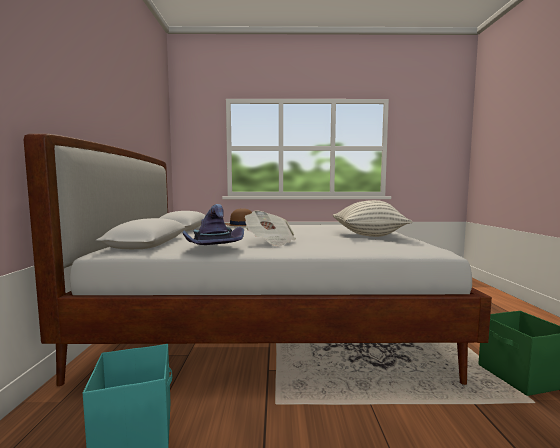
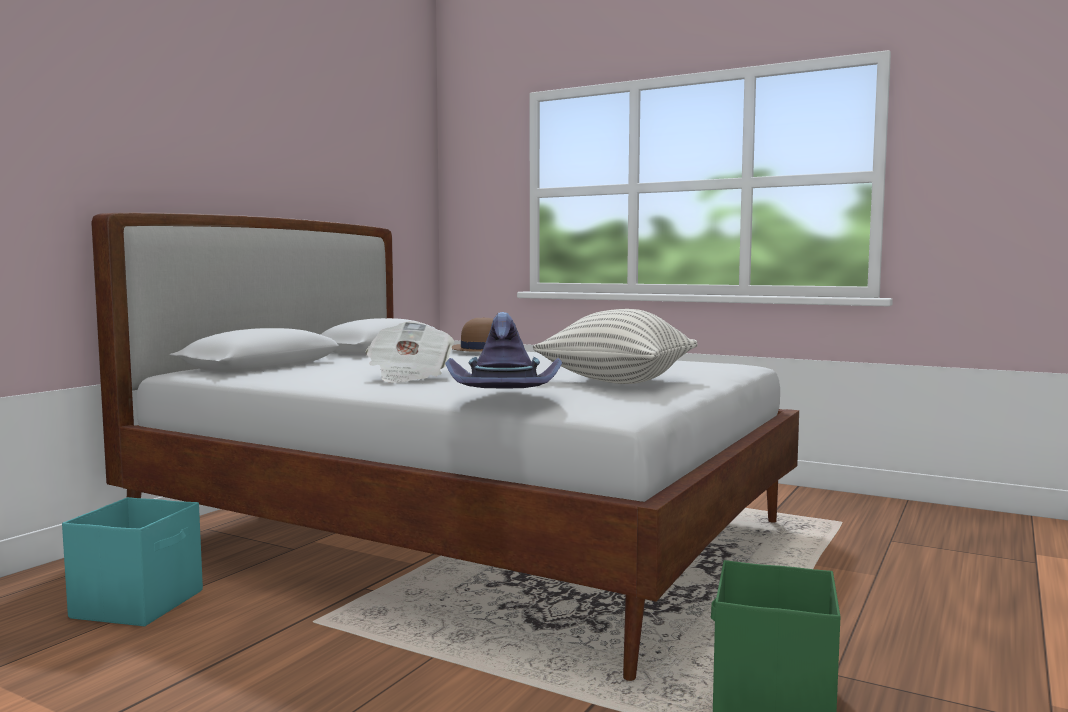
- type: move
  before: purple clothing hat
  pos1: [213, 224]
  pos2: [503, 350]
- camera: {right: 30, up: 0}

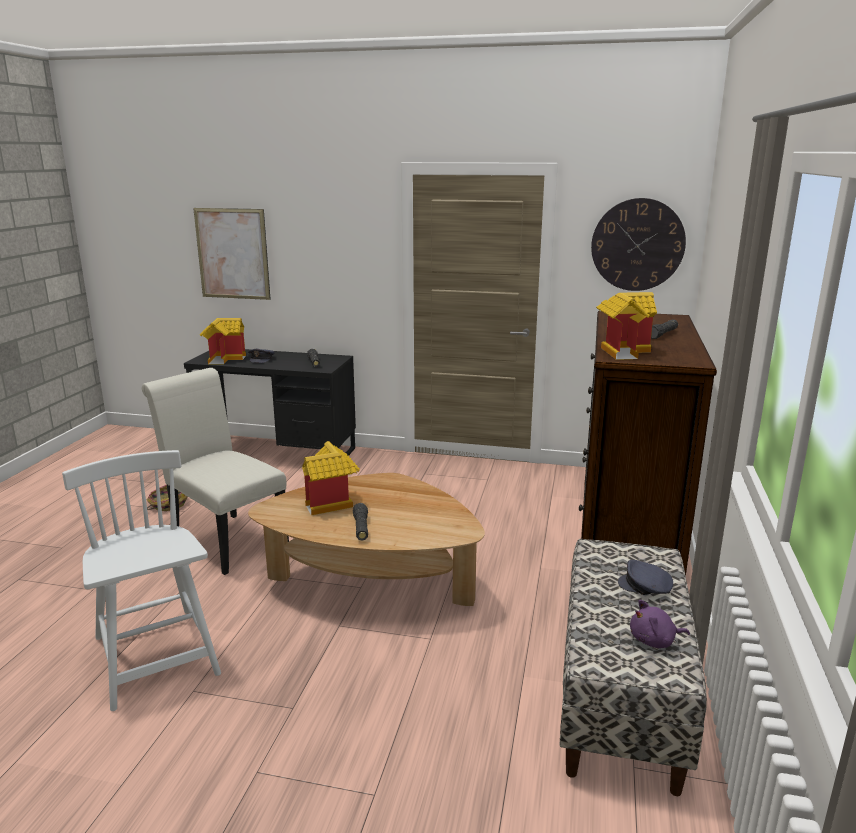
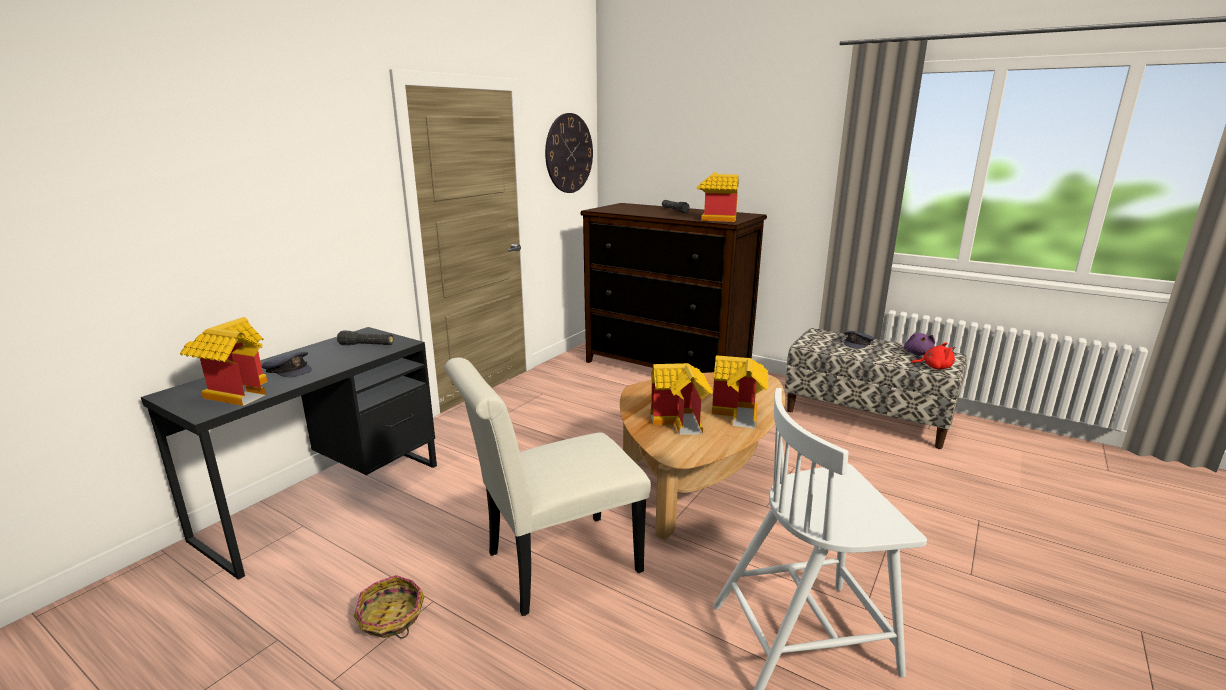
- type: delete
  before: wall picture
  pos1: [232, 254]
- type: replace
  before: blackish flashlight
  after: toy house
  pos1: [360, 521]
  pos2: [740, 391]
- type: insert
  after: reddish cuddly toy
  pos2: [933, 355]
- camera: {right: -70, up: 0}

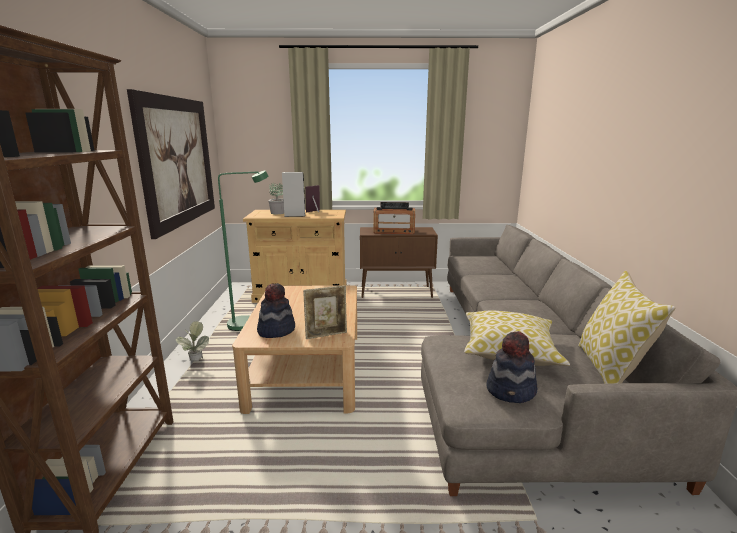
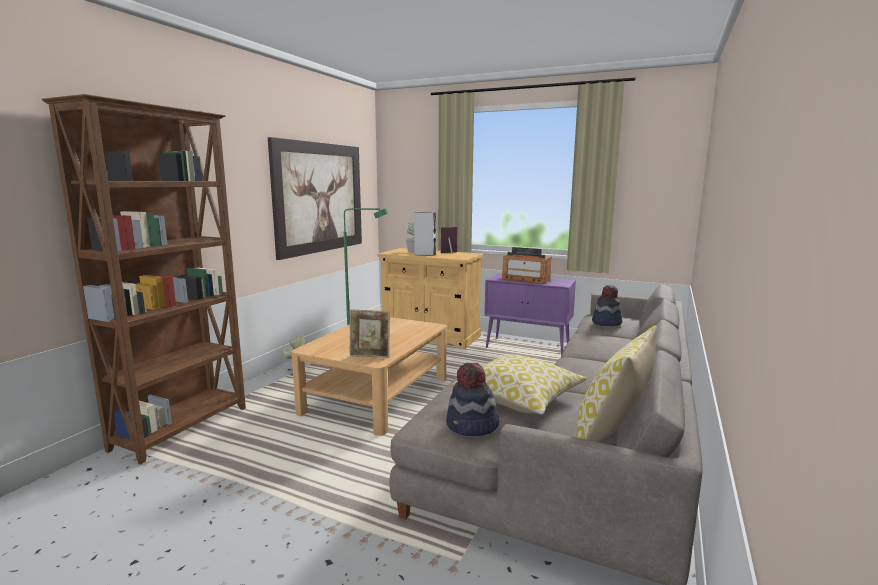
- type: move
  before: clothing hat
  pos1: [276, 310]
  pos2: [607, 305]
- type: recolor
  before: brown-coloured cabinet
  after: purple cabinet
  pos1: [399, 262]
  pos2: [530, 314]
- camera: {right: 25, up: -5}

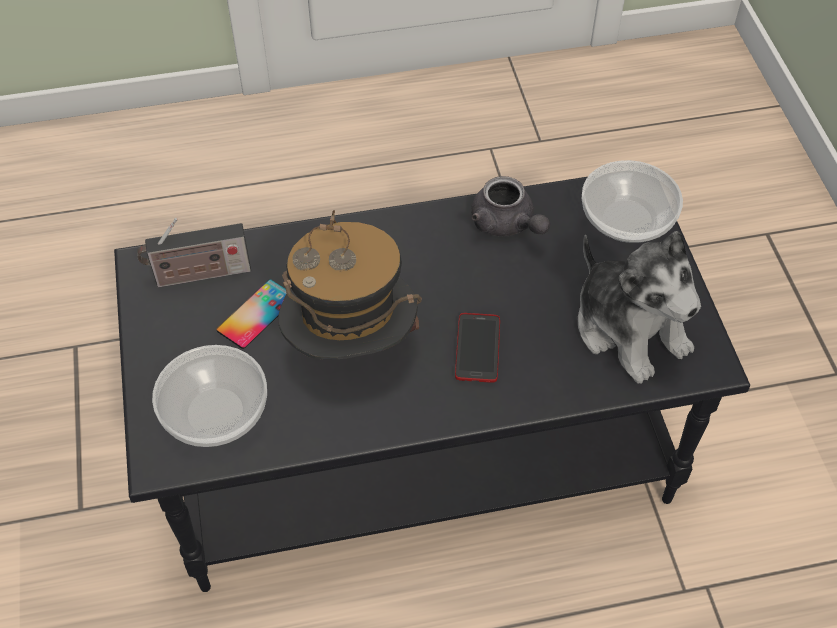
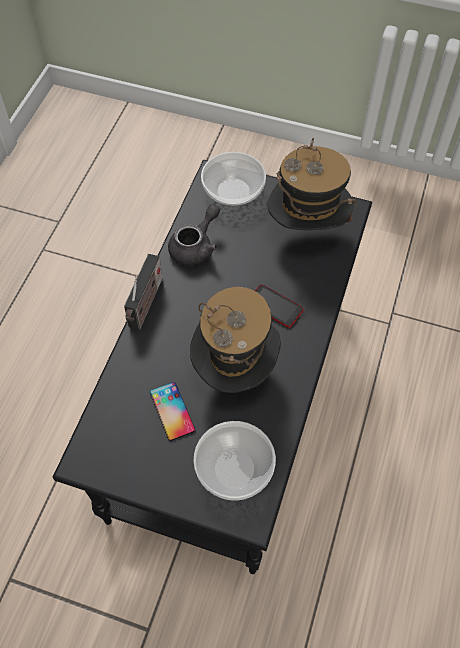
- type: move
  before: radio set
  pos1: [194, 253]
  pos2: [143, 292]
- type: rotate
  before: greyish tea pot
  pos1: [510, 206]
  pos2: [194, 235]
  turn: -45
- type: replace
  before: cuddly toy
  after: clothing hat
  pos1: [639, 307]
  pos2: [312, 184]
- camera: {right: -60, up: 5}

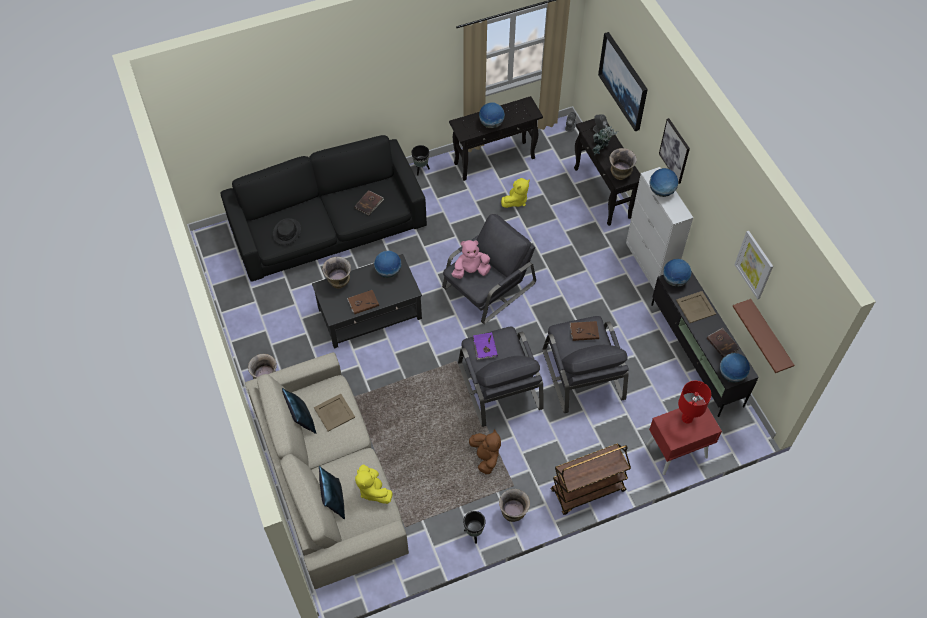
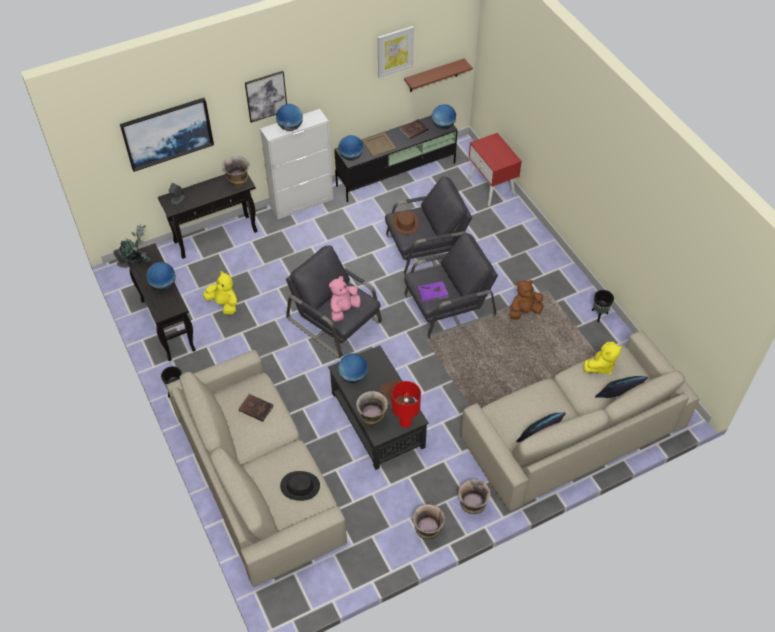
- type: recolor
  before: blackish settee
  after: beige settee
  pos1: [324, 208]
  pos2: [256, 468]
- type: delete
  before: beige serving tray
  pos1: [334, 413]
- type: rotate
  before: pink-coloured cuddly toy
  pos1: [471, 259]
  pos2: [345, 299]
  turn: 60
- type: move
  before: flower vase
  pos1: [514, 505]
  pos2: [429, 521]
- type: delete
  before: brown-coloured trolley
  pos1: [591, 479]
- type: replace
  before: brown-coloured volume
  after: brown-coloured clothing hat
  pos1: [584, 331]
  pos2: [405, 223]
- type: move
  before: houseplant
  pos1: [606, 140]
  pos2: [135, 244]
- type: move
  before: reddish table lamp
  pos1: [694, 402]
  pos2: [406, 404]
- camera: {right: -95, up: -5}

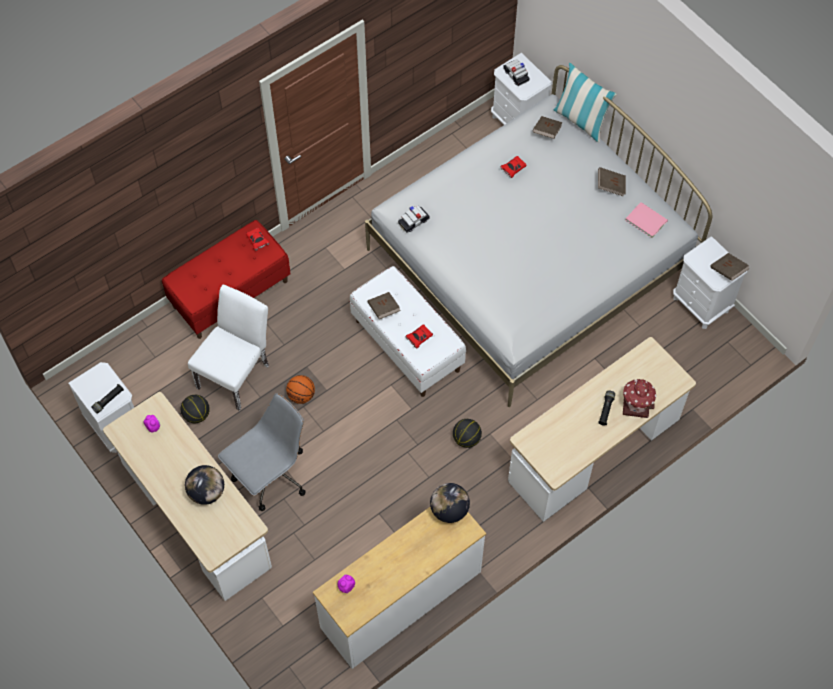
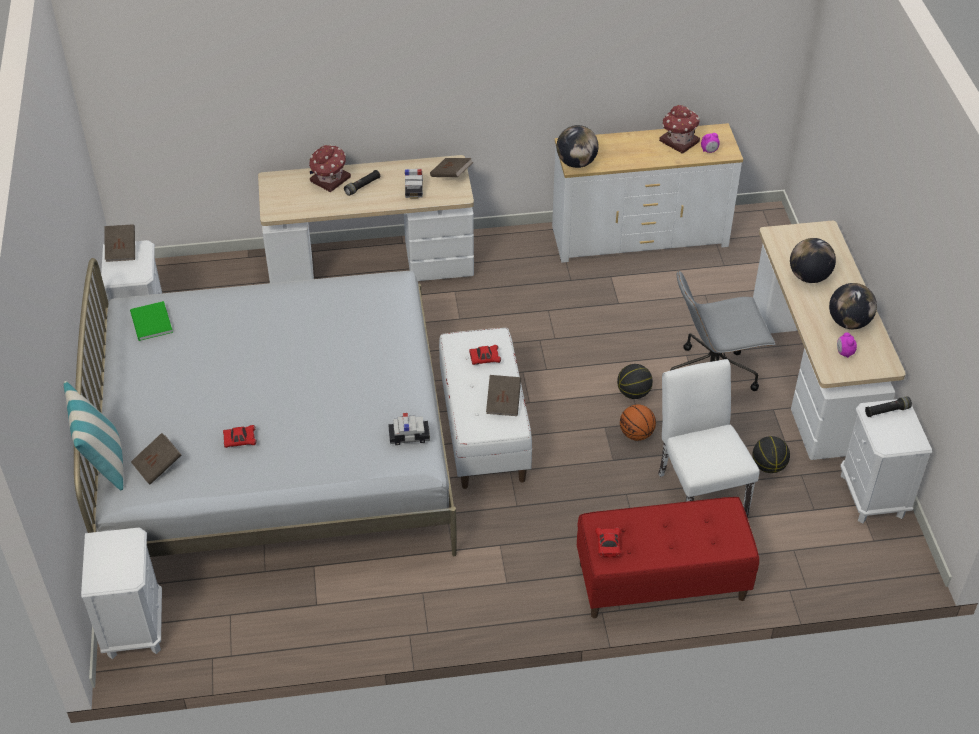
- type: rotate
  before: whitish chair
  pos1: [228, 348]
  pos2: [709, 438]
  turn: 105
- type: move
  before: ball for basketball
  pos1: [467, 433]
  pos2: [635, 381]
- type: move
  before: model car
  pos1: [516, 72]
  pos2: [414, 184]
- type: move
  before: brown-coloured volume
  pos1: [612, 181]
  pos2: [451, 167]
- type: recolor
  before: pink-coloured volume
  after: green-coloured volume
  pos1: [646, 220]
  pos2: [151, 321]
- type: insert
  after: toy house
  pos2: [679, 129]
- type: insert
  after: world globe
  pos2: [853, 306]
- camera: {right: -150, up: -15}

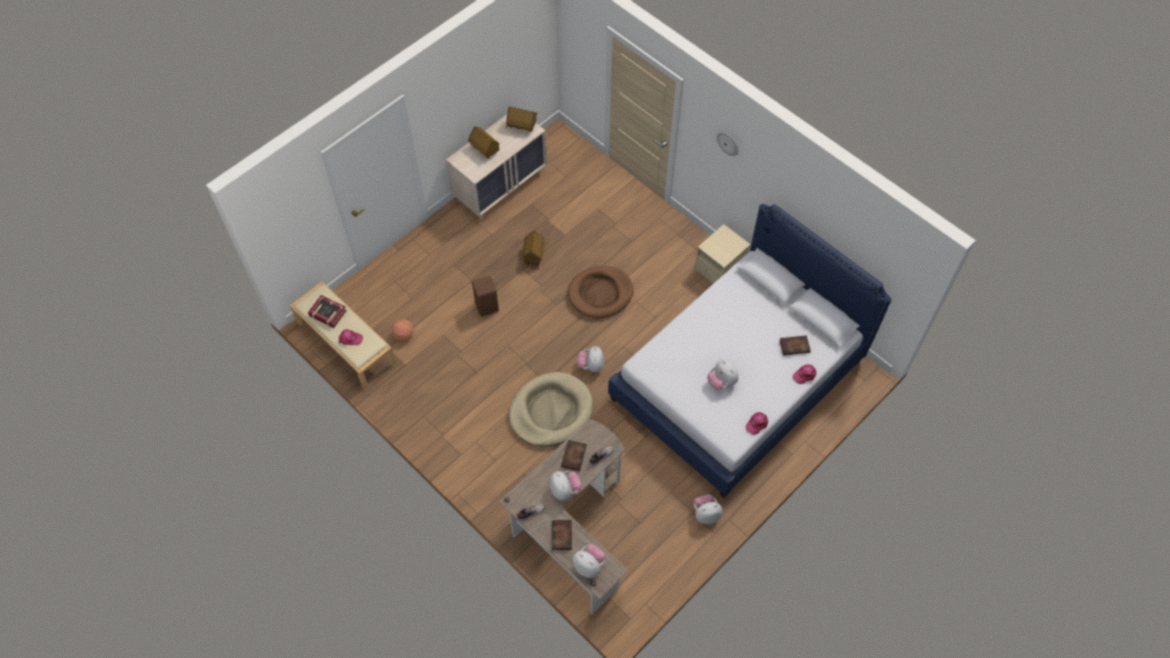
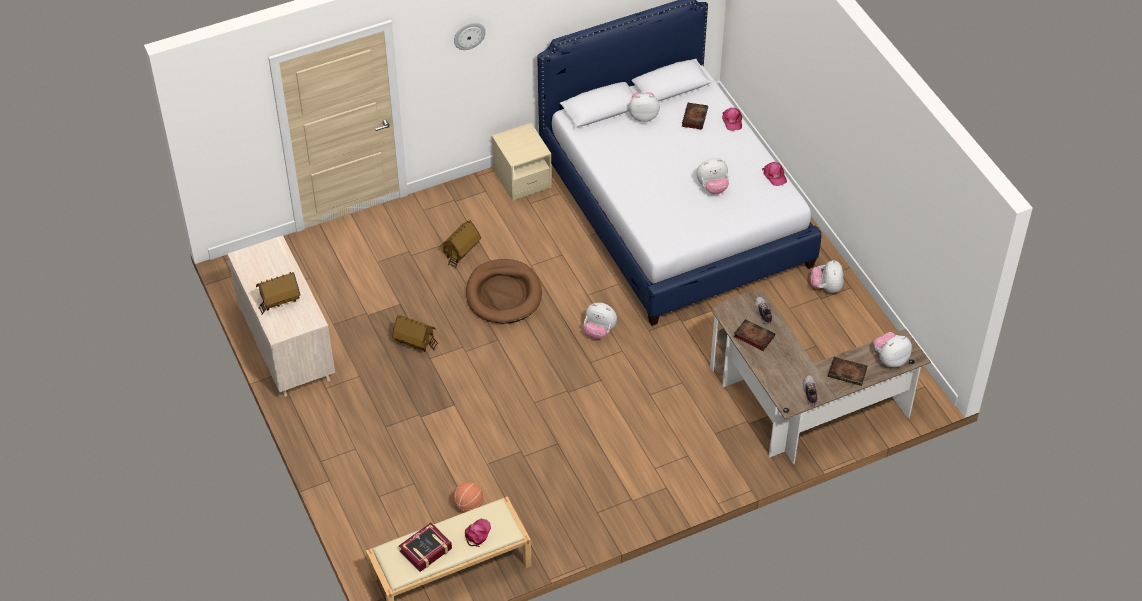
- type: delete
  before: brown-coloured stool seat
  pos1: [485, 296]
- type: move
  before: toy house
  pos1: [522, 119]
  pos2: [460, 244]
- type: delete
  before: beige dog bed
  pos1: [551, 409]
- type: move
  before: cuddly toy
  pos1: [566, 485]
  pos2: [644, 107]
- camera: {right: -70, up: -10}

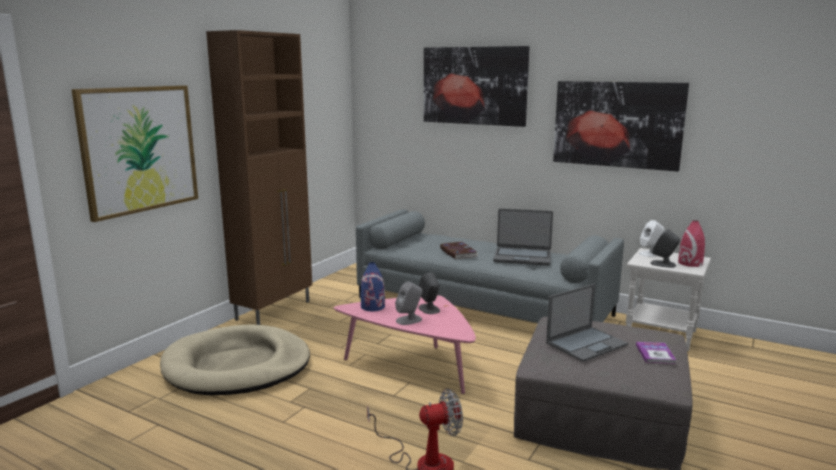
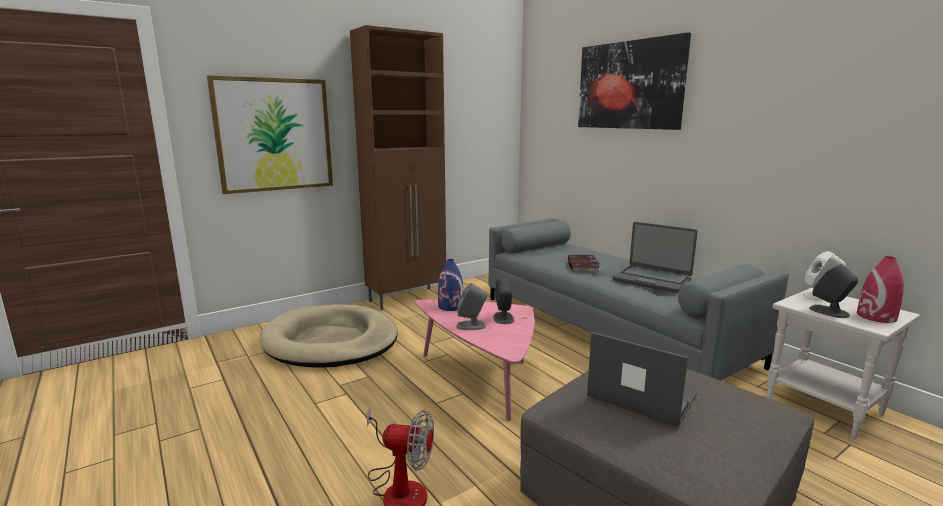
- type: rotate
  before: portable computer
  pos1: [587, 323]
  pos2: [642, 379]
  turn: -135
- type: delete
  before: wall picture
  pos1: [621, 126]
- type: delete
  before: volume
  pos1: [656, 353]
- camera: {right: 25, up: 0}

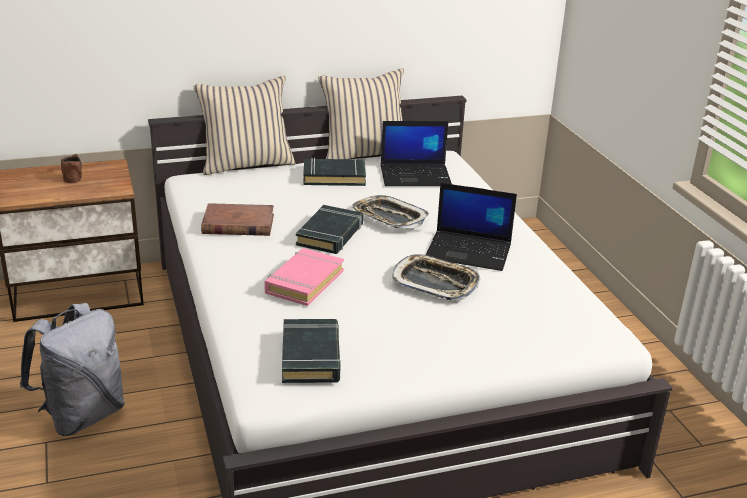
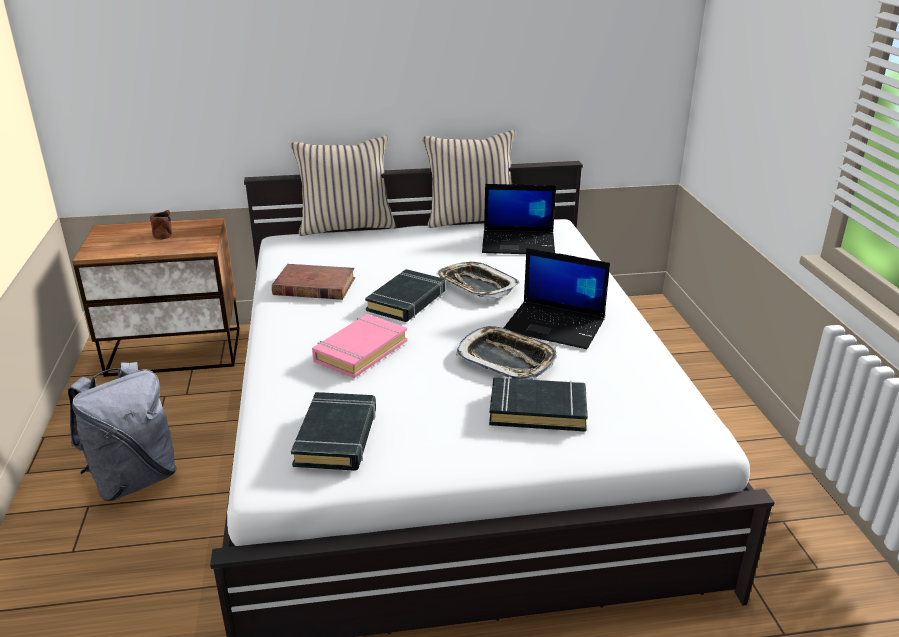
- type: move
  before: blackish volume
  pos1: [334, 172]
  pos2: [538, 404]
- camera: {right: 10, up: 0}

